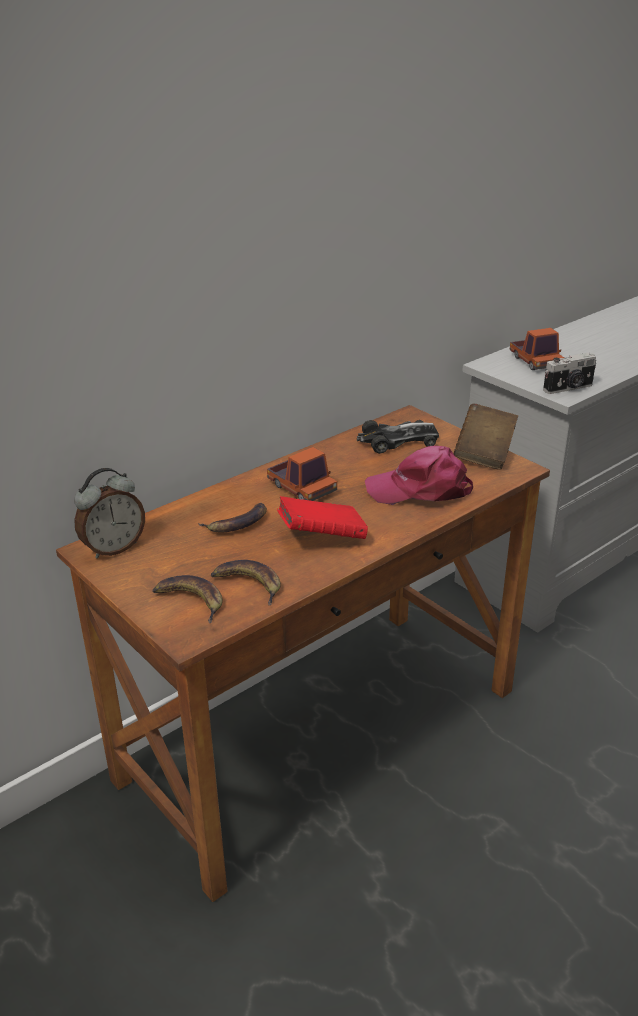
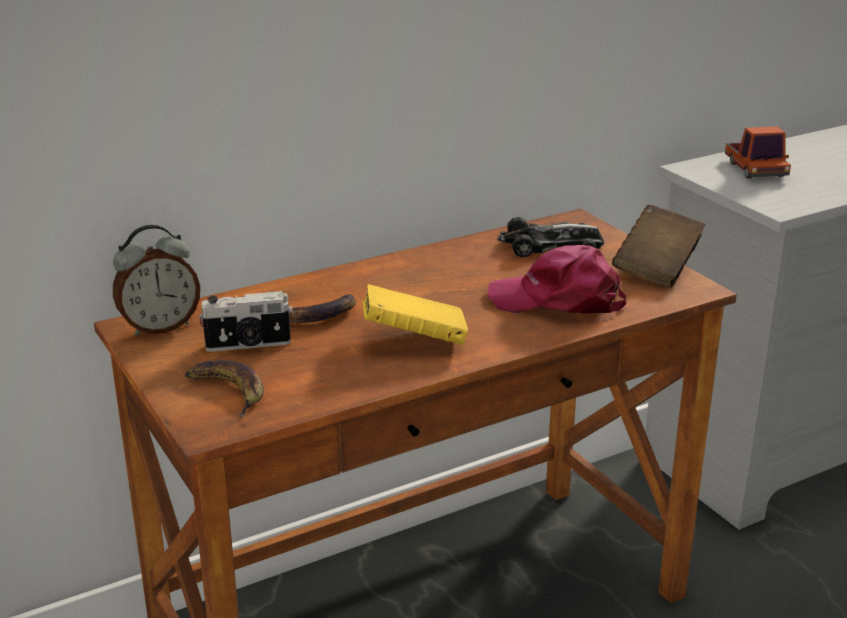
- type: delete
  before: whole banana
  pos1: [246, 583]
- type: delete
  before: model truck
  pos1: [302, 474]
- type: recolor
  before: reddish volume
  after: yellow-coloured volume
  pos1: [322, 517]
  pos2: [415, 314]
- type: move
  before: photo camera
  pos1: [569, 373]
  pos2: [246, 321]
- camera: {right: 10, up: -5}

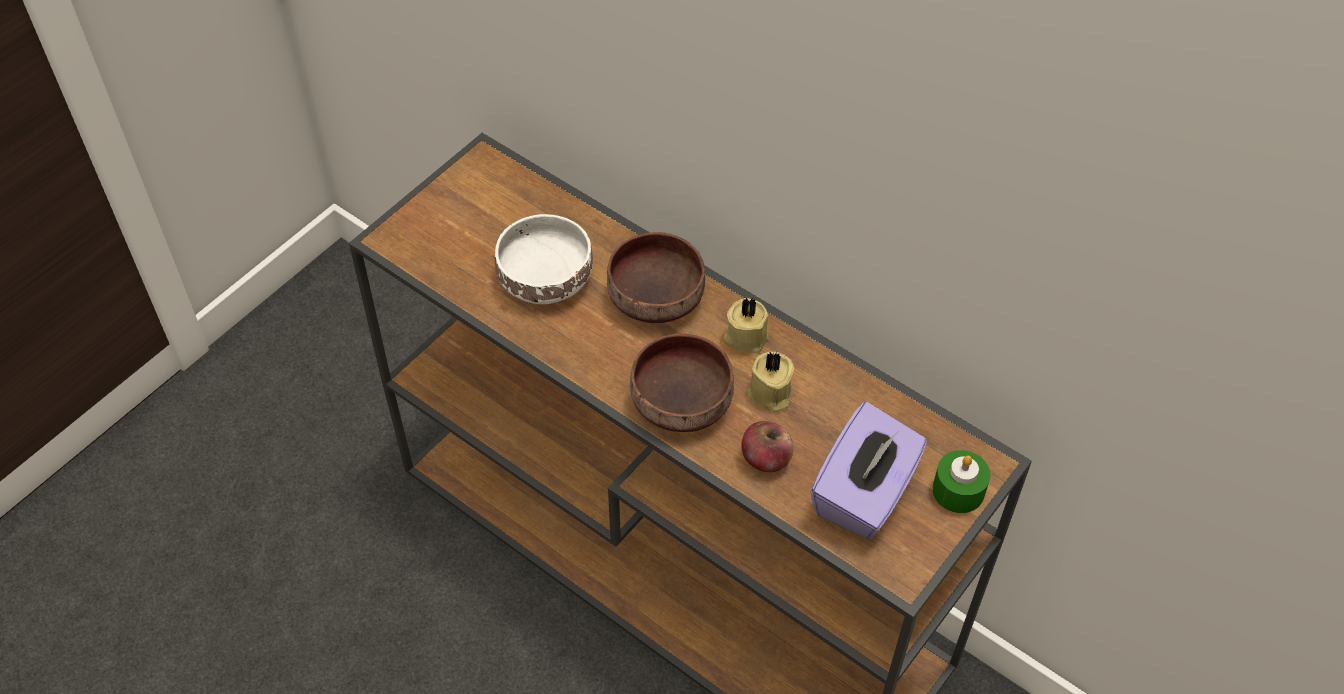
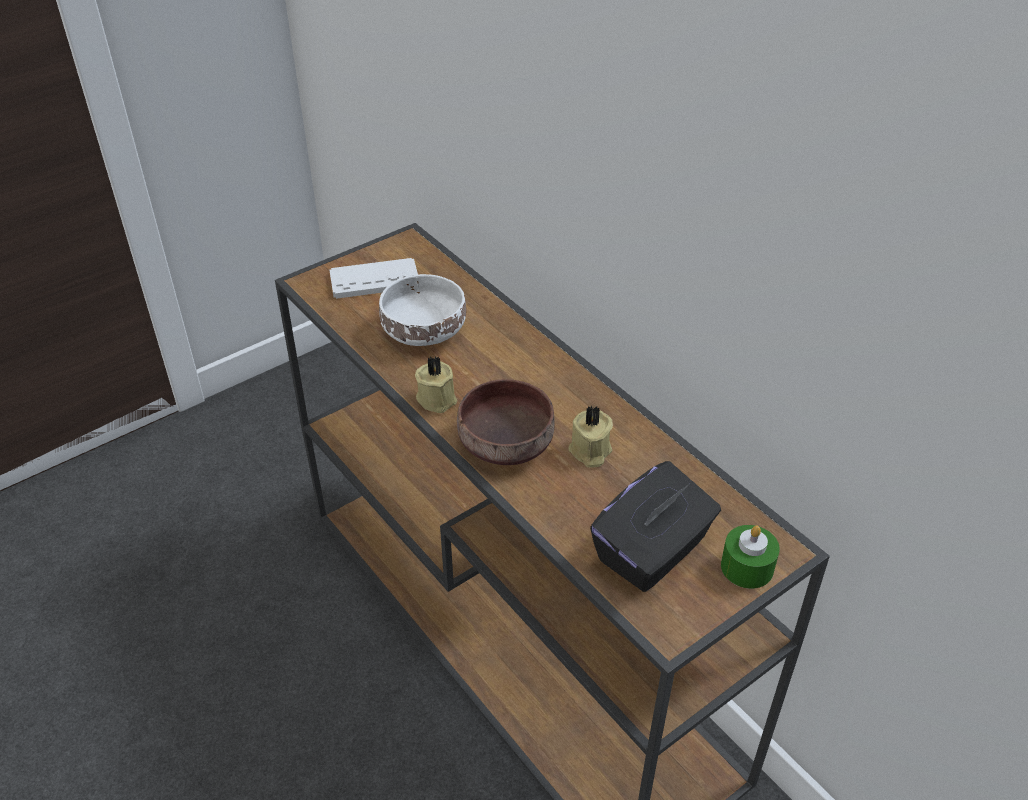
- type: delete
  before: brown-coloured deep dish
  pos1: [656, 277]
- type: move
  before: beige wax candle
  pos1: [746, 325]
  pos2: [436, 384]
- type: delete
  before: apple fruit
  pos1: [767, 446]
- type: recolor
  before: purple tissue holder
  after: blackish tissue holder
  pos1: [869, 470]
  pos2: [655, 526]
- type: insert
  after: whitish gamepad
  pos2: [373, 278]
- camera: {right: 15, up: -10}

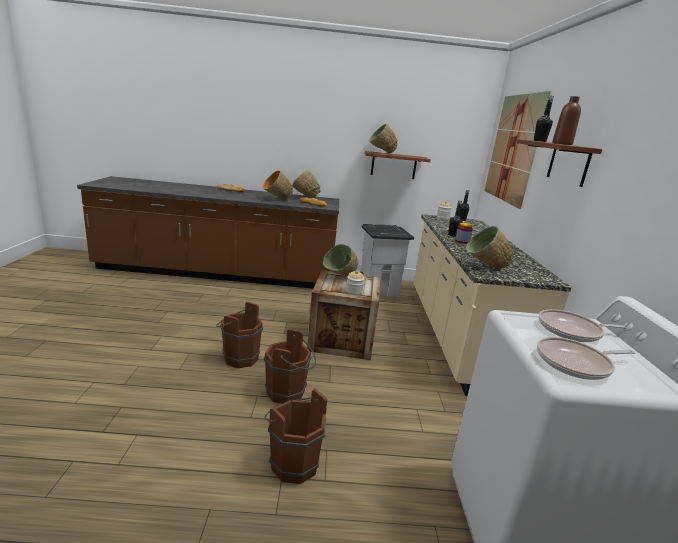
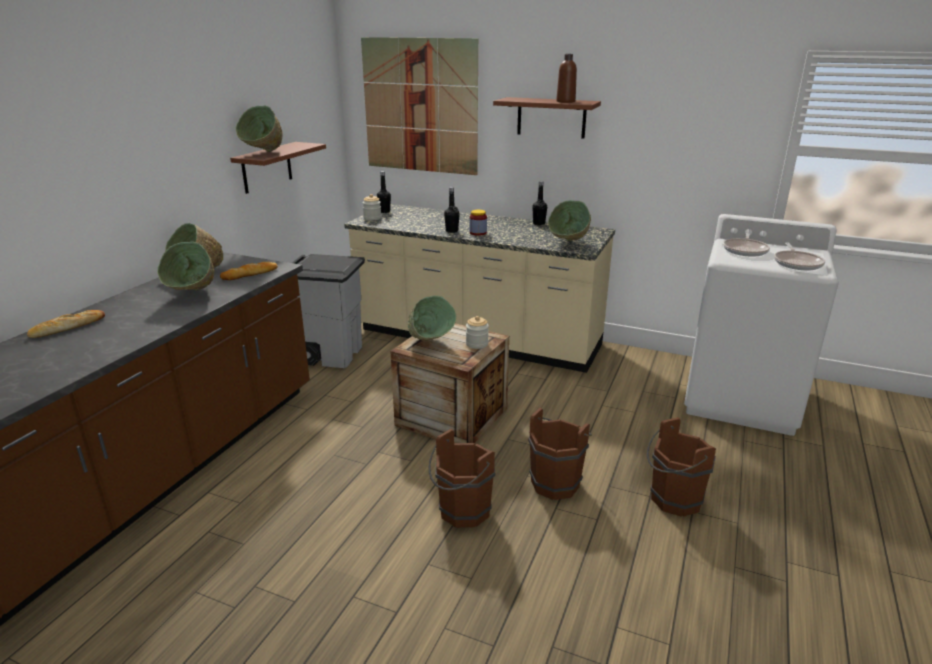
- type: recolor
  before: orange deep dish
  after: green-coloured deep dish
  pos1: [278, 185]
  pos2: [186, 266]
- type: move
  before: blackish drink bottle
  pos1: [544, 119]
  pos2: [539, 203]
- camera: {right: -65, up: 5}

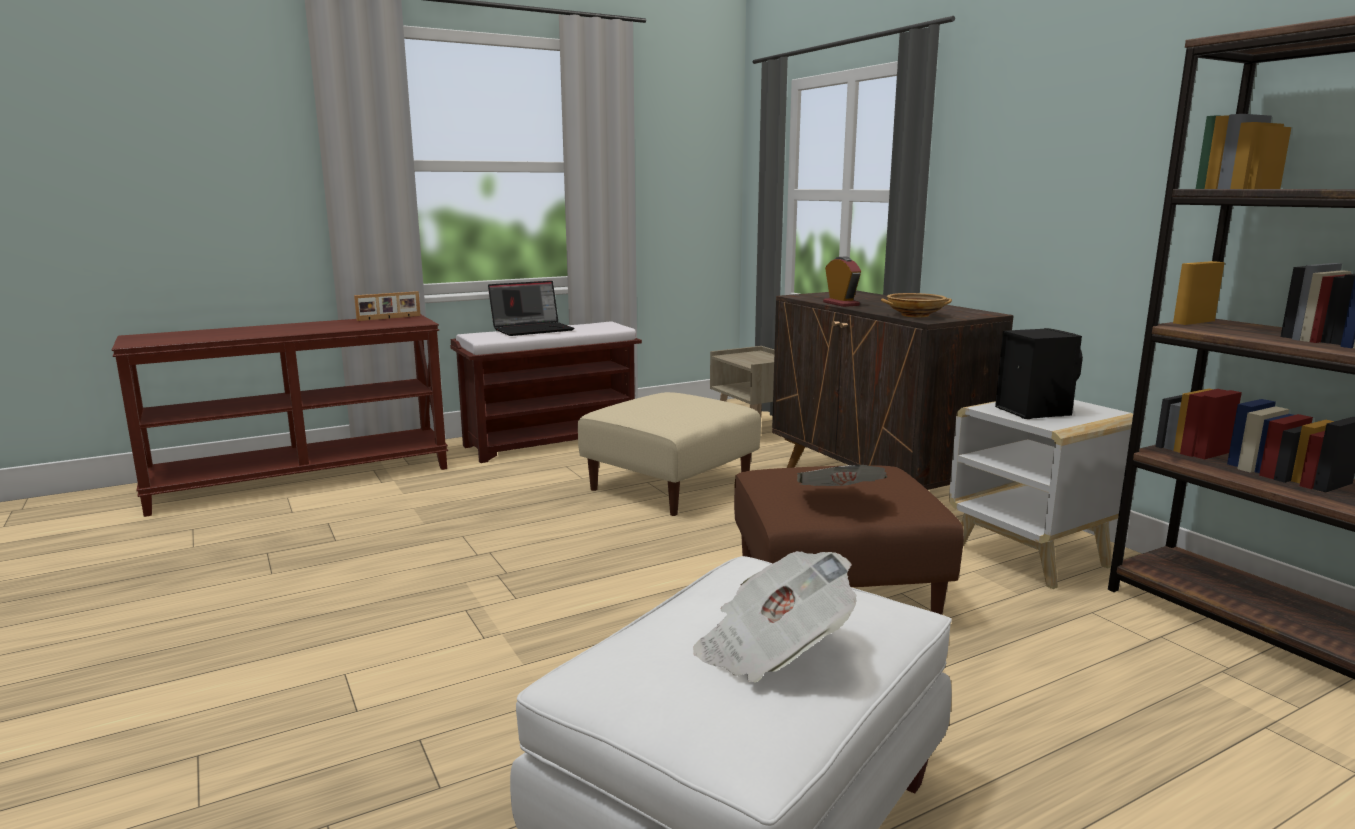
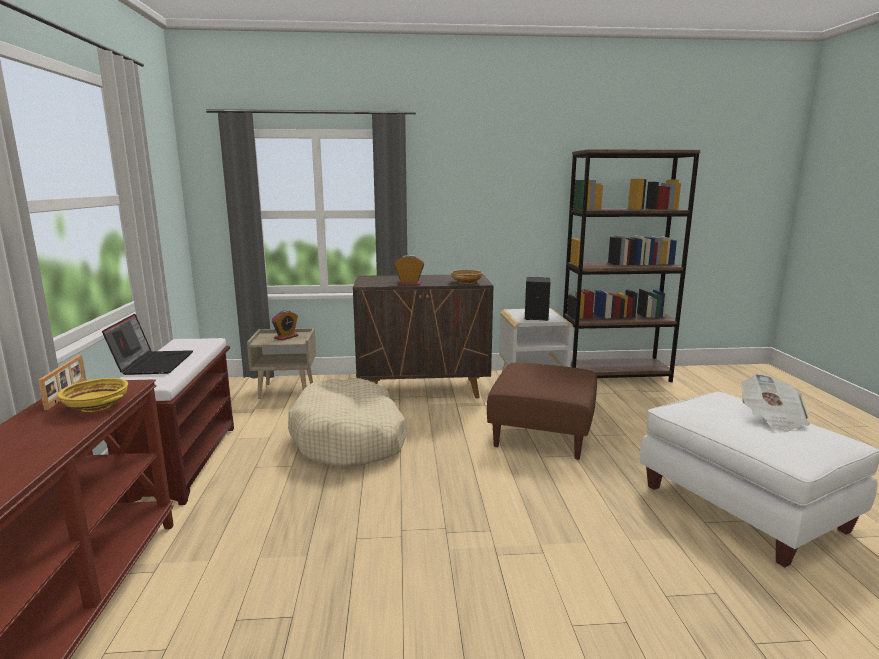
- type: replace
  before: beige footrest
  after: beige dog bed
  pos1: [669, 454]
  pos2: [347, 423]
- type: delete
  before: newspaper
  pos1: [842, 475]
- type: insert
  after: yellow-coloured deep dish
  pos2: [92, 395]
- type: insert
  after: bedside clock
  pos2: [285, 325]
- camera: {right: -65, up: 0}

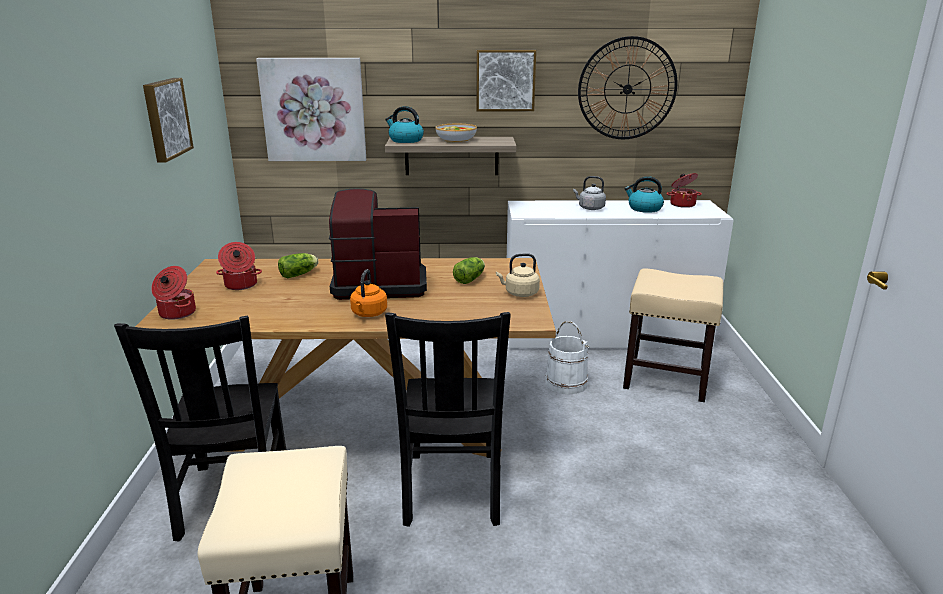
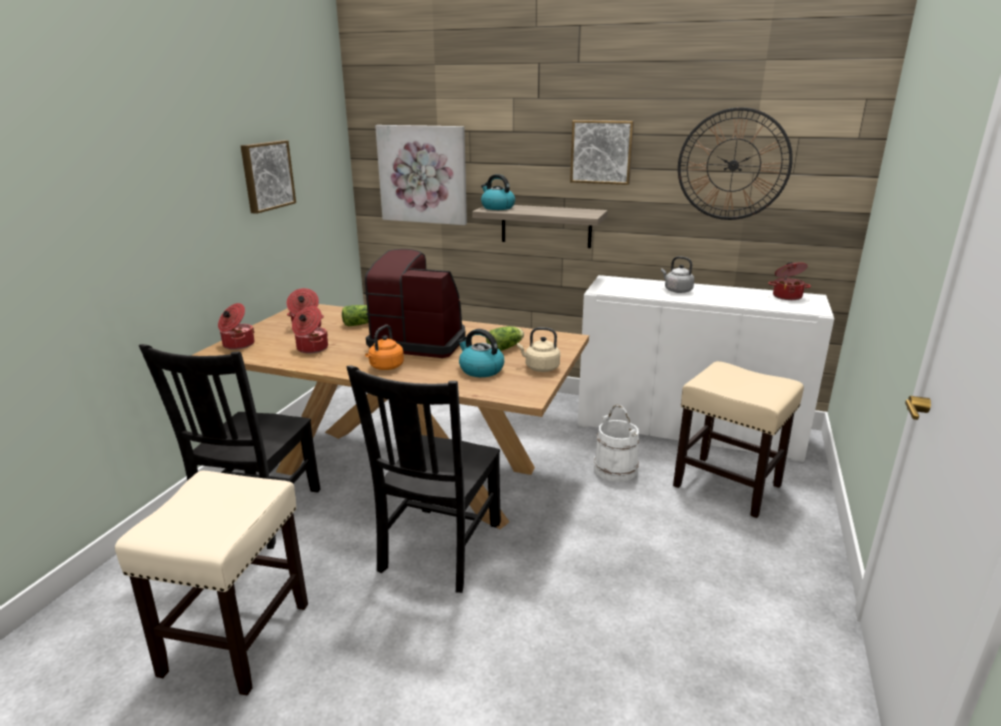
- type: delete
  before: deep dish
  pos1: [456, 133]
- type: move
  before: water kettle
  pos1: [644, 194]
  pos2: [481, 353]
- type: insert
  after: cooking pot
  pos2: [310, 329]
- camera: {right: 20, up: 0}

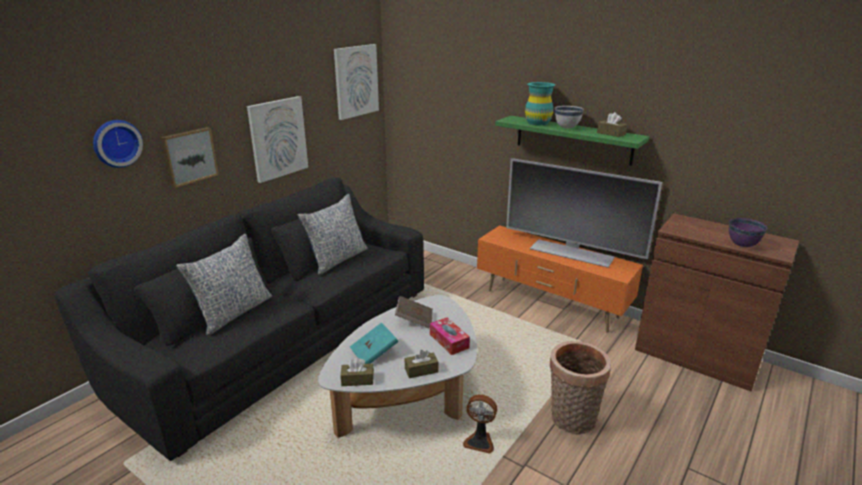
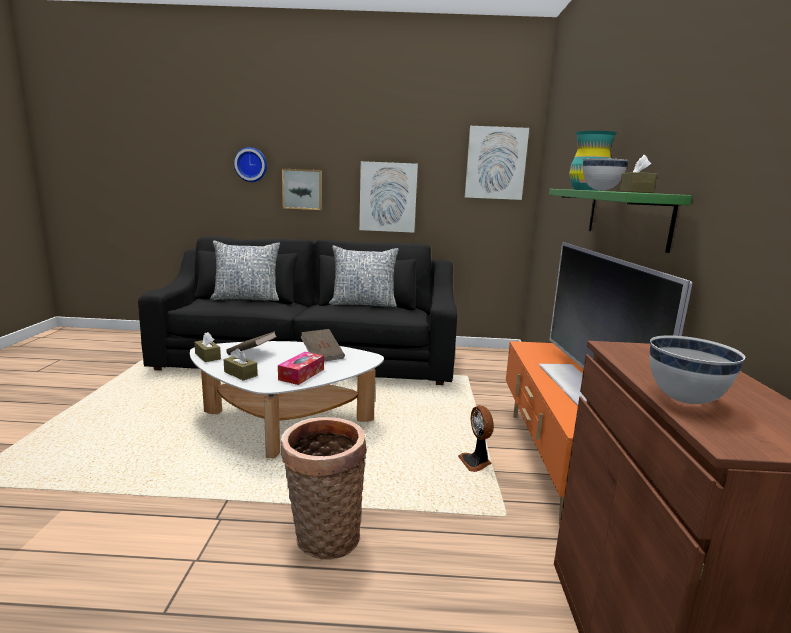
- type: recolor
  before: turquoise volume
  after: brown-coloured volume
  pos1: [374, 343]
  pos2: [251, 343]
- type: move
  before: fan
  pos1: [480, 424]
  pos2: [476, 438]
- type: recolor
  before: purple deep dish
  after: whitish deep dish
  pos1: [748, 232]
  pos2: [697, 369]
- camera: {right: 55, up: -10}

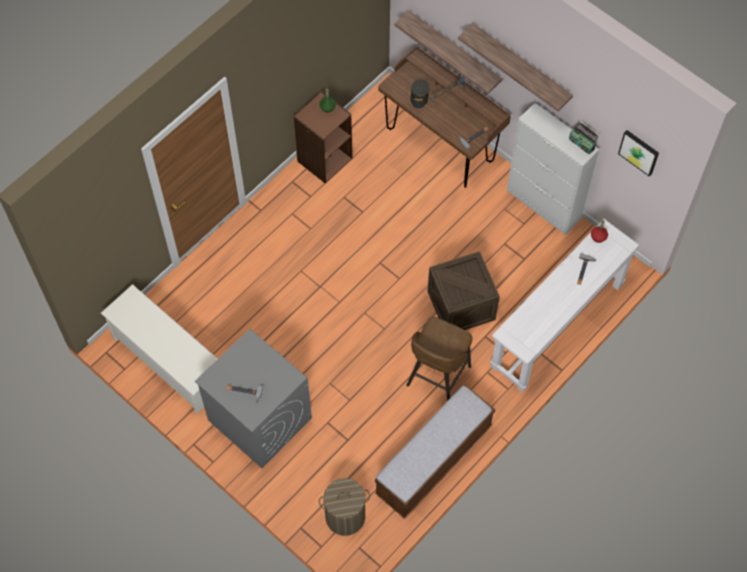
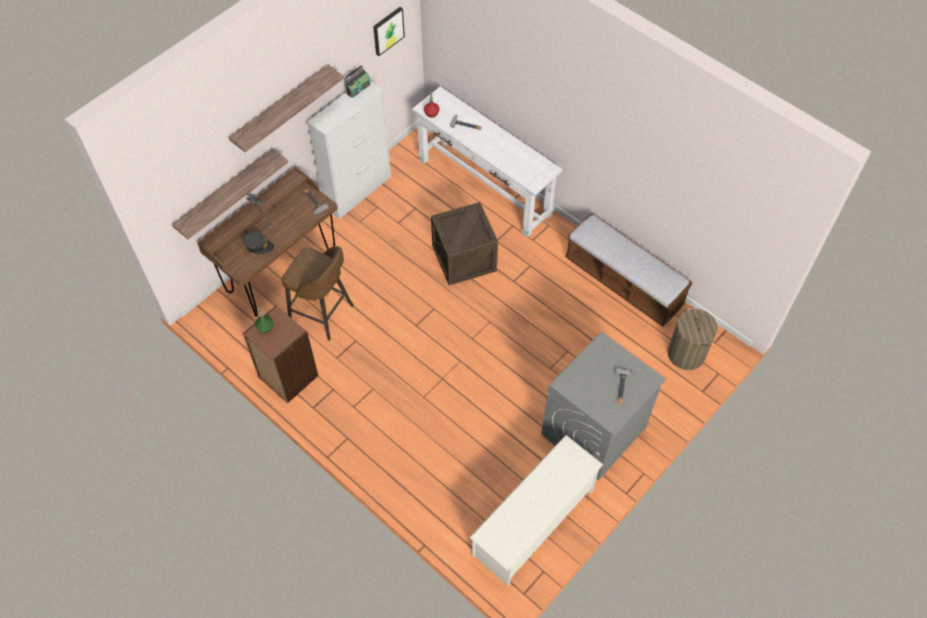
- type: move
  before: brown-coloured stool seat
  pos1: [439, 359]
  pos2: [318, 293]
- camera: {right: -90, up: -5}

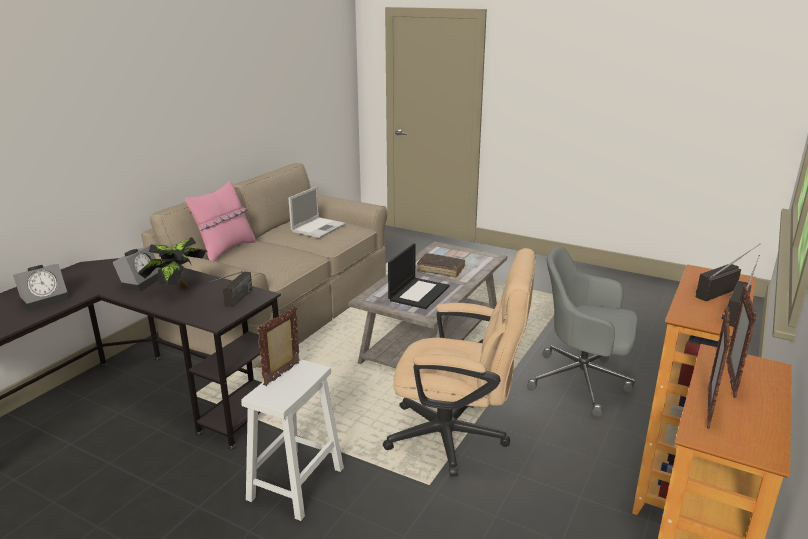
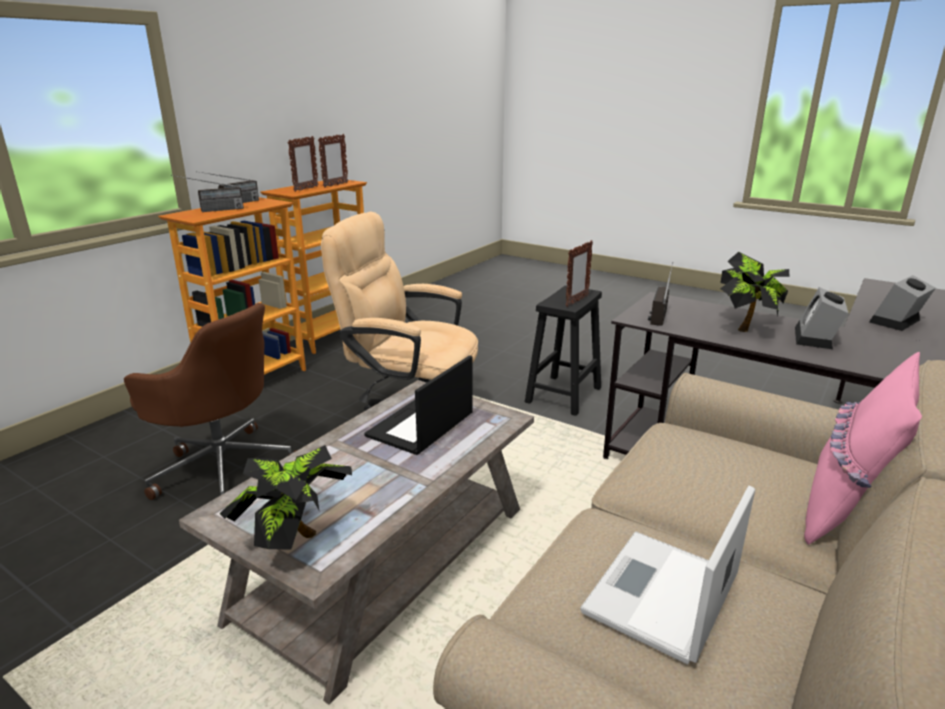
- type: recolor
  before: whitish stool seat
  after: blackish stool seat
  pos1: [292, 440]
  pos2: [563, 351]
- type: delete
  before: brown-coloured volume
  pos1: [441, 265]
- type: recolor
  before: greyish desk chair
  after: brown-coloured desk chair
  pos1: [582, 331]
  pos2: [210, 401]
- type: insert
  after: houseplant
  pos2: [285, 497]
- camera: {right: -175, up: 0}

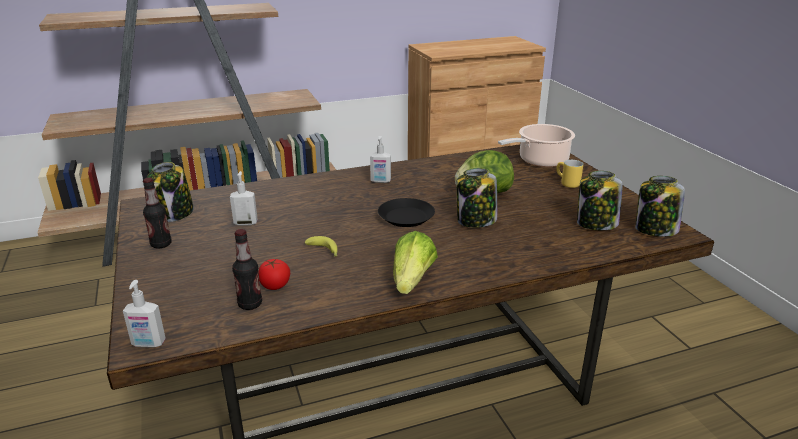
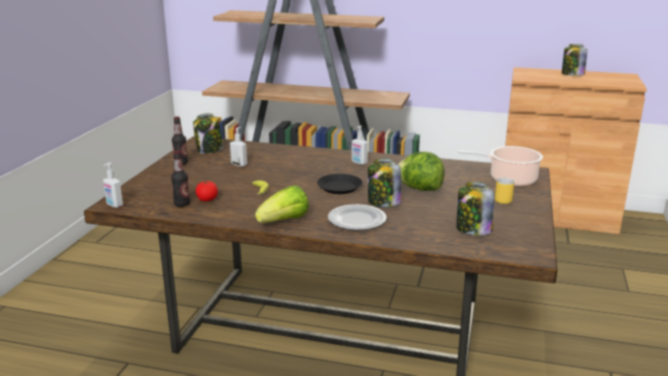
- type: move
  before: preserve jar
  pos1: [660, 206]
  pos2: [574, 60]
- type: insert
  after: dinner plate
  pos2: [357, 217]
- camera: {right: 35, up: -5}

